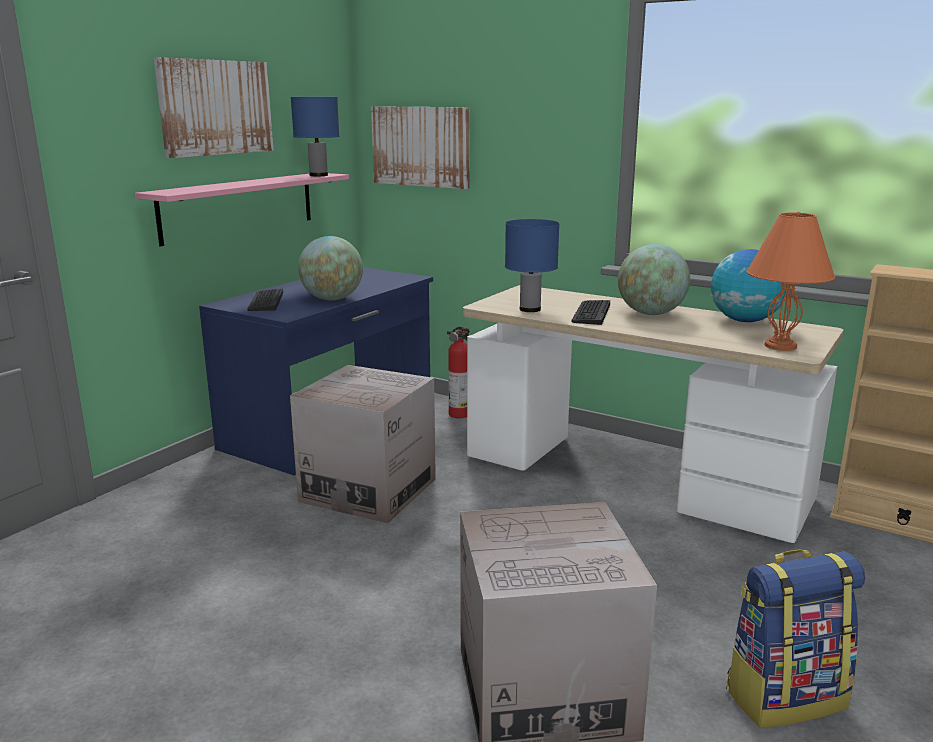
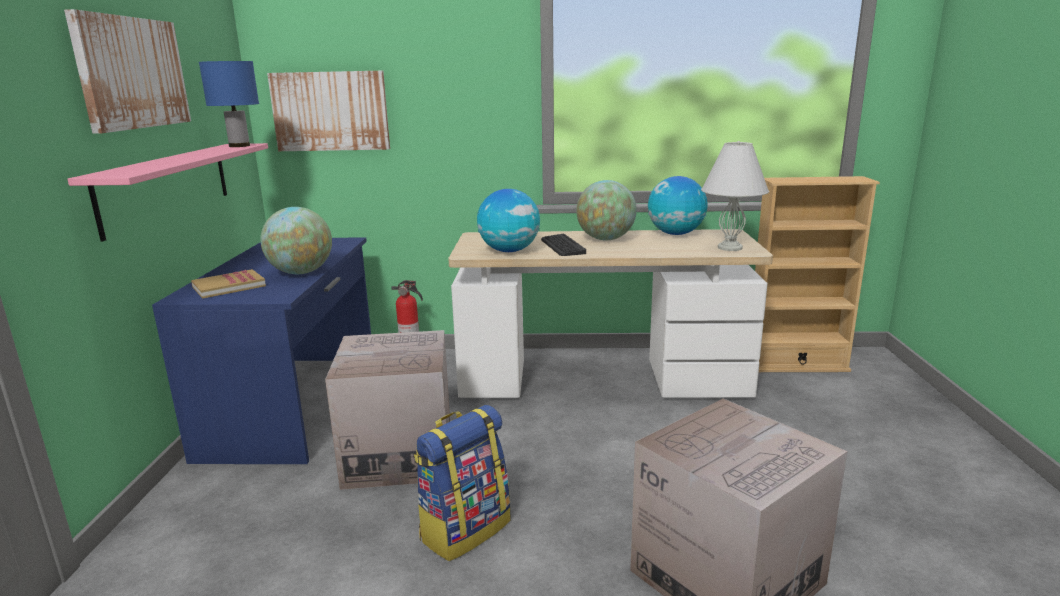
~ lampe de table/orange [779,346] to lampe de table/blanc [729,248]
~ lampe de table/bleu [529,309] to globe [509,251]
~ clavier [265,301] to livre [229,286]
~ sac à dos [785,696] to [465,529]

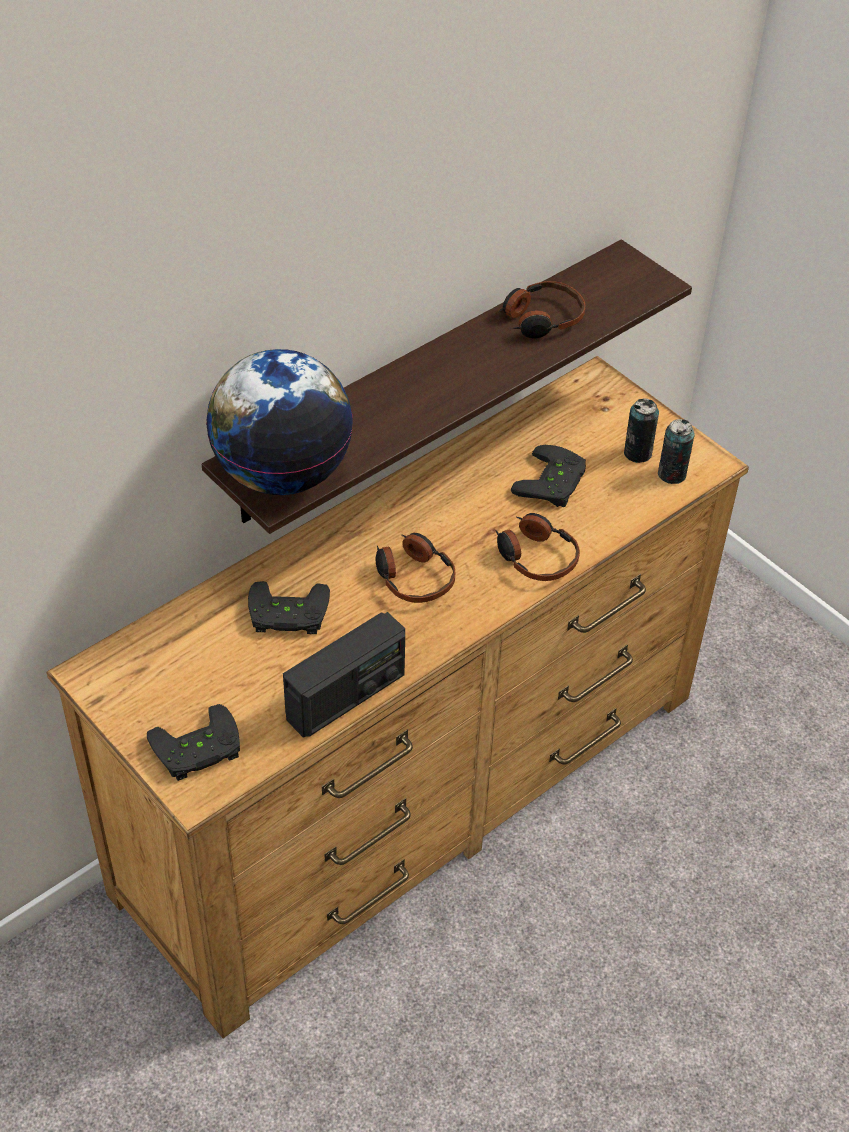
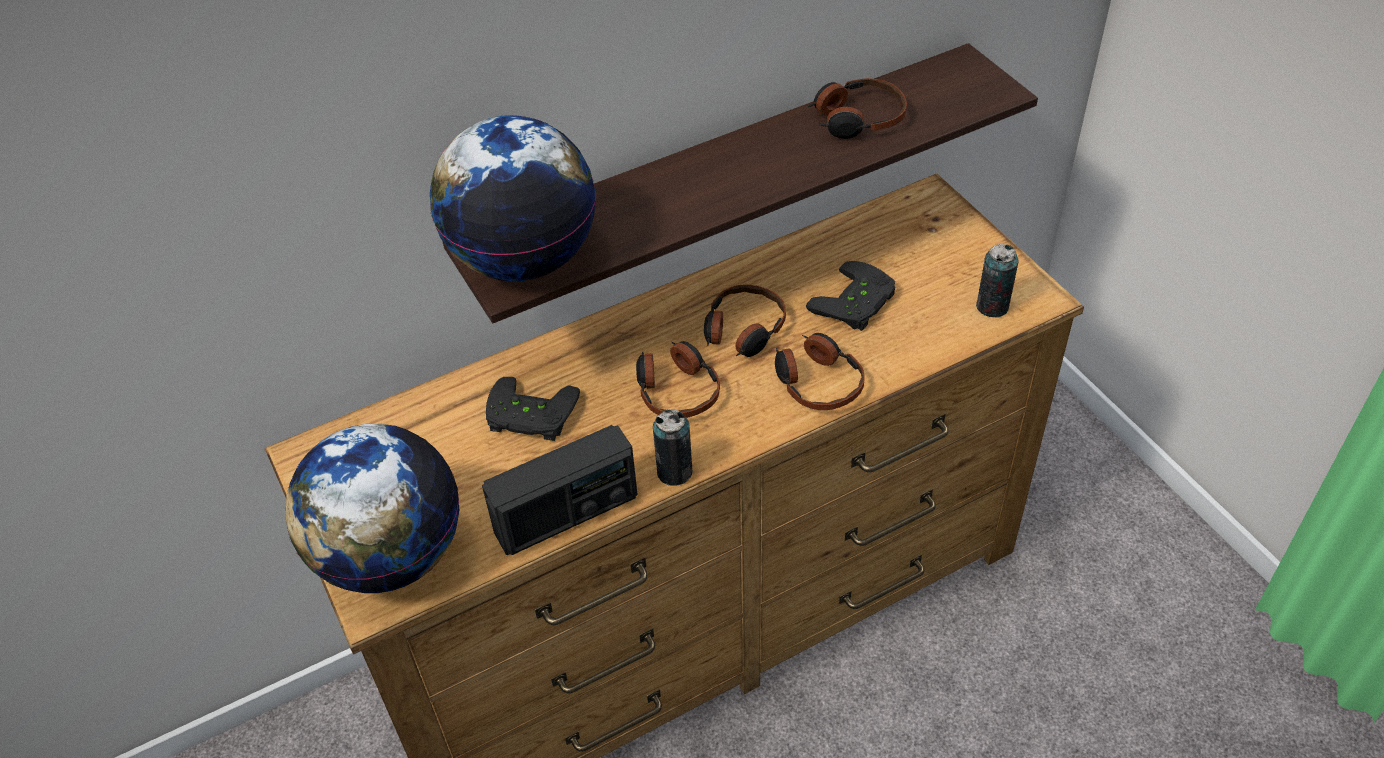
~ boîte métallique [637,453] to [674,472]
~ manette/noir [198,751] to globe [390,556]
+ casque audio [743,330]

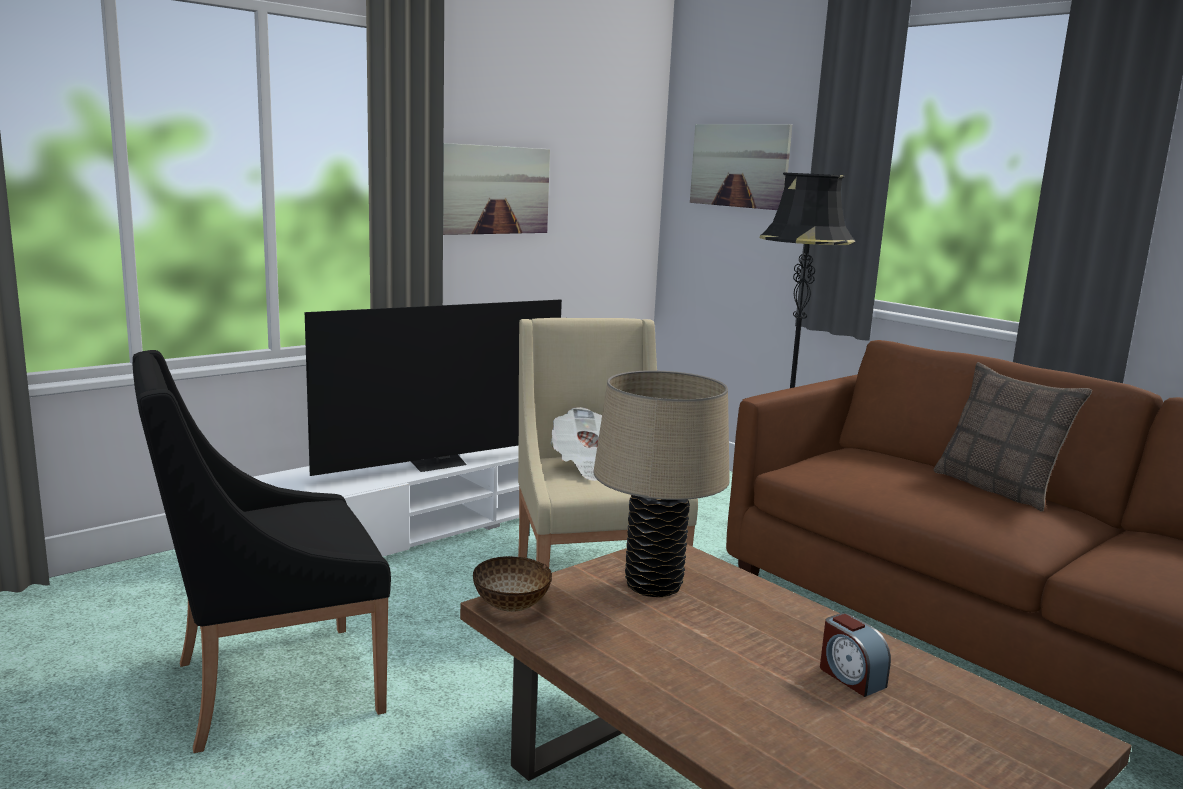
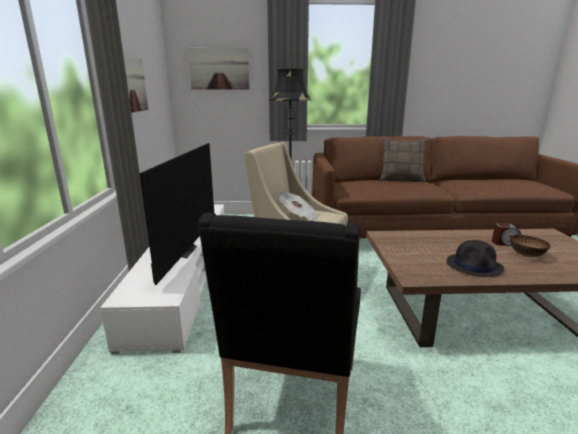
- lampe de table/beige [653,585]
~ bol [511,607] to [527,255]
+ chapeau/noir [474,266]

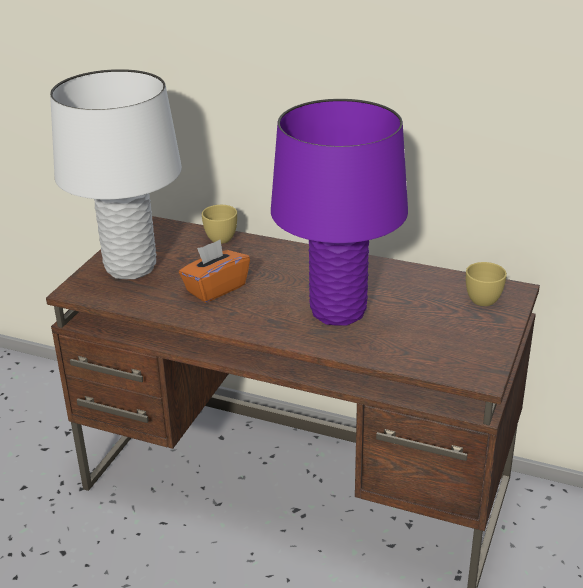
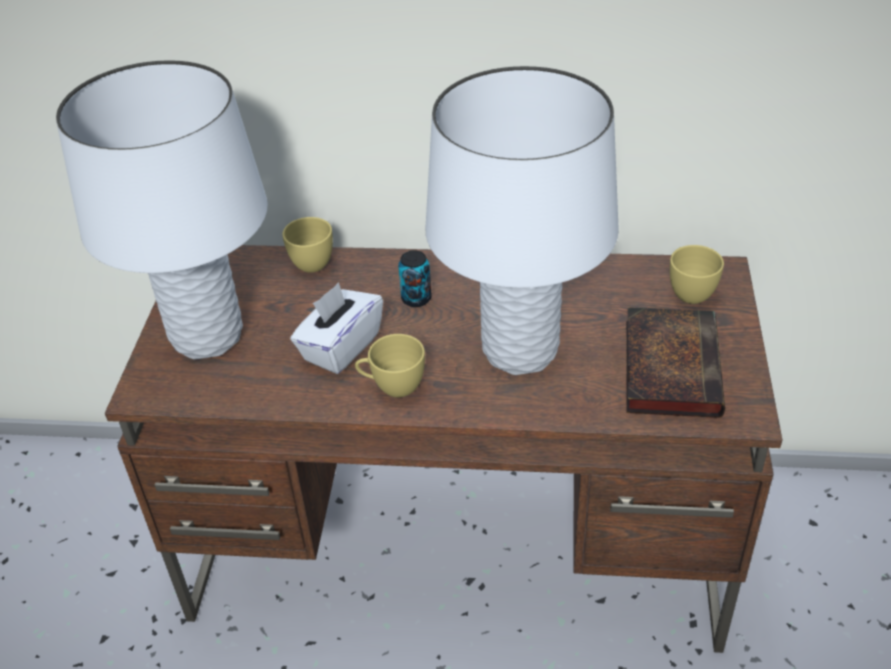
~ lampe de table/violet [337,312] to lampe de table/blanc [519,351]
~ boîte à mouchoirs/orange [215,288] to boîte à mouchoirs/blanc [340,347]
+ boîte métallique [416,299]
+ livre [669,365]
+ tasse/jaune [392,386]

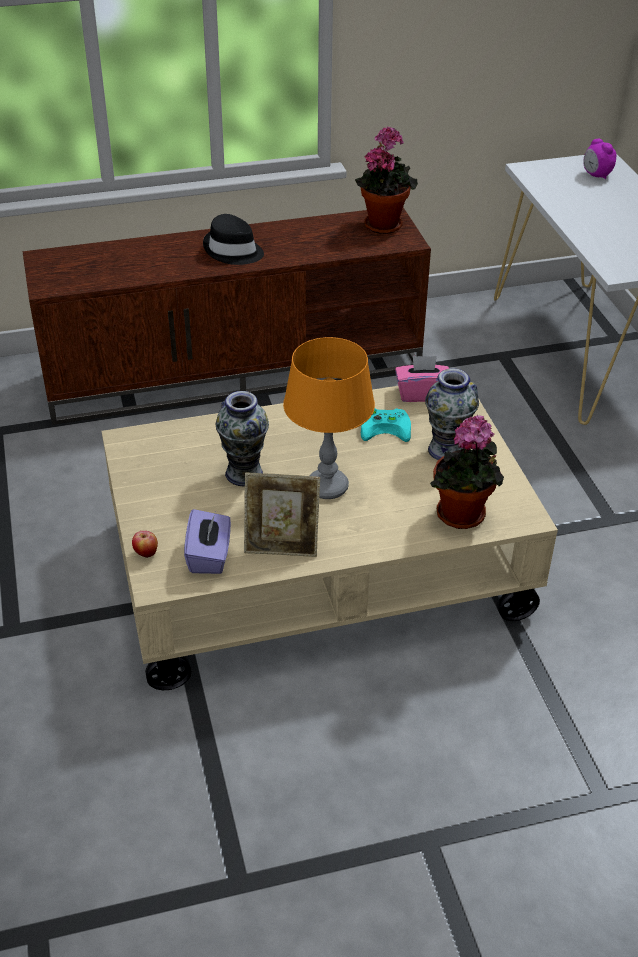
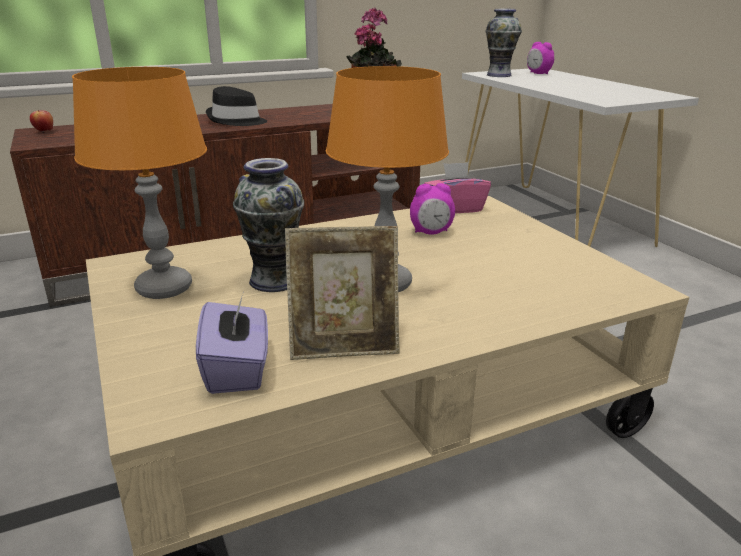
~ vase [446,449] to [498,75]
~ manette/turquoise [387,427] to réveil [431,233]
- plante en pot [462,517]
~ pomme [146,553] to [44,132]
+ lampe de table/orange [165,288]

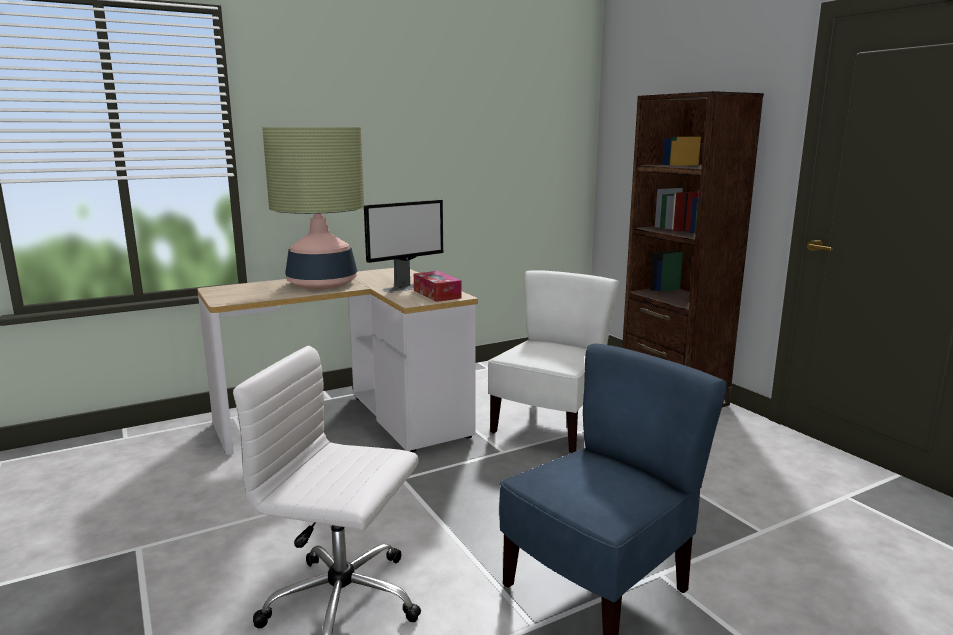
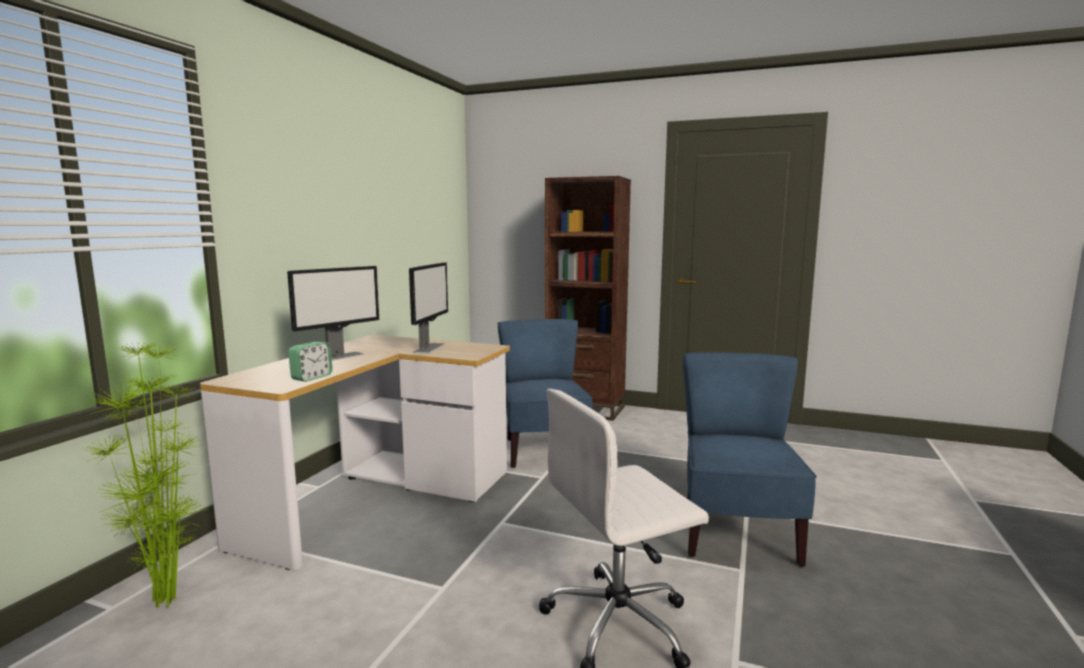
~ lampe de table [322,283] to écran d'ordinateur [339,357]
~ chaise/blanc [549,426] to chaise/bleu [544,450]
- boîte à mouchoirs [437,294]
+ plante en pot [170,600]
+ réveil [312,377]

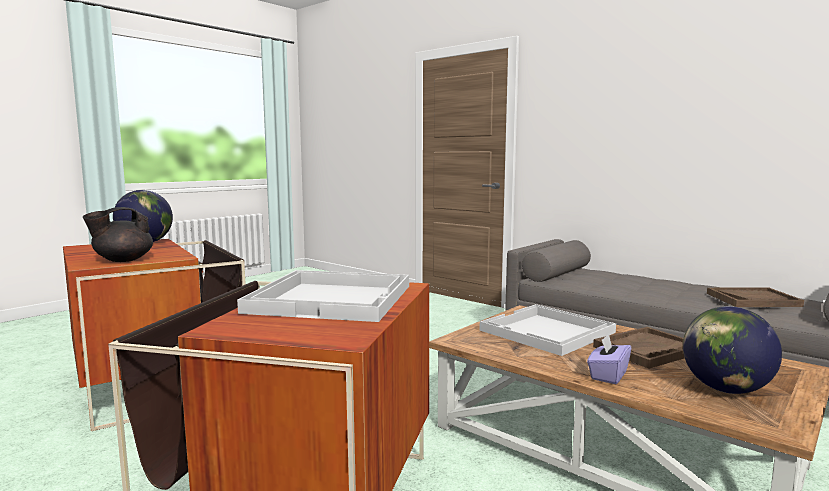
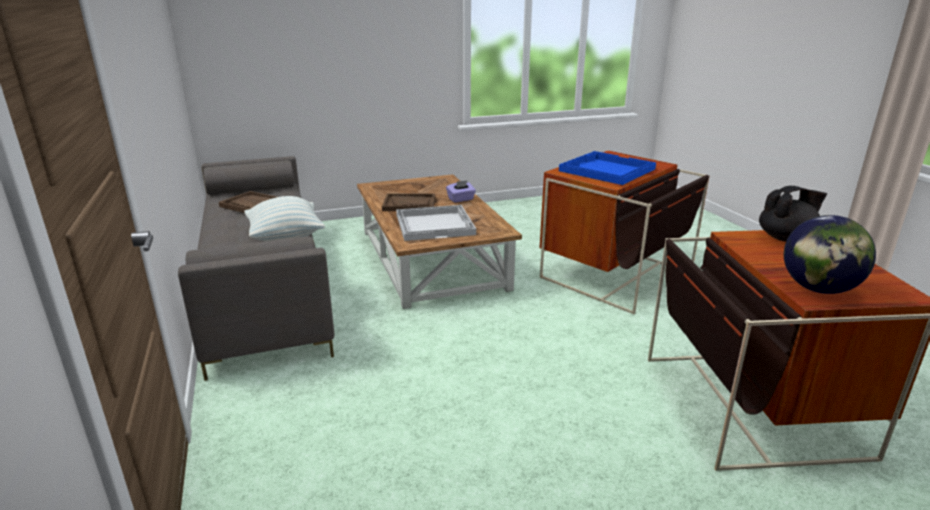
~ plateau/blanc [333,298] to plateau/bleu [606,170]
- globe [726,389]
+ coussin [286,237]

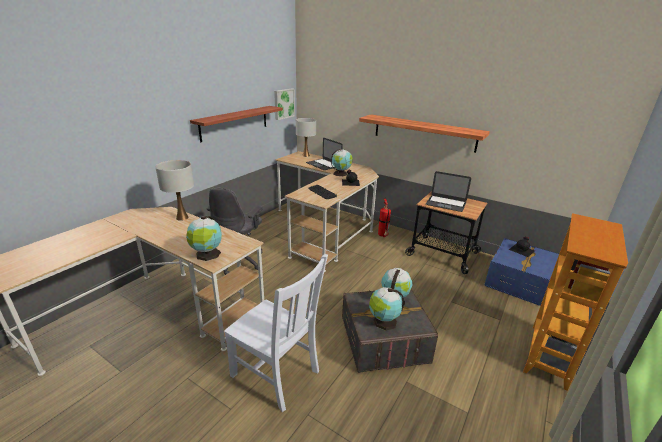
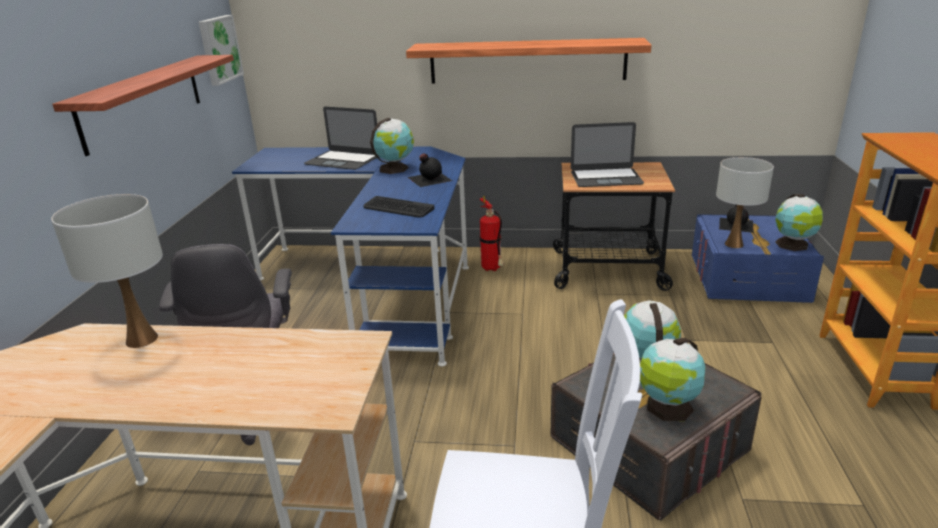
~ lampe de table/blanc [306,155] to [734,244]
~ bureau/beige [326,228] to bureau/bleu [380,285]
~ globe [207,255] to [793,245]

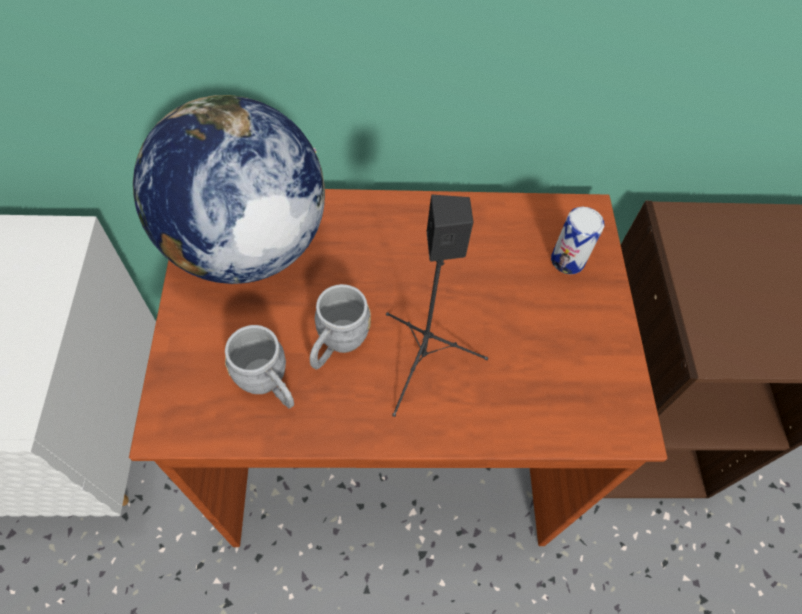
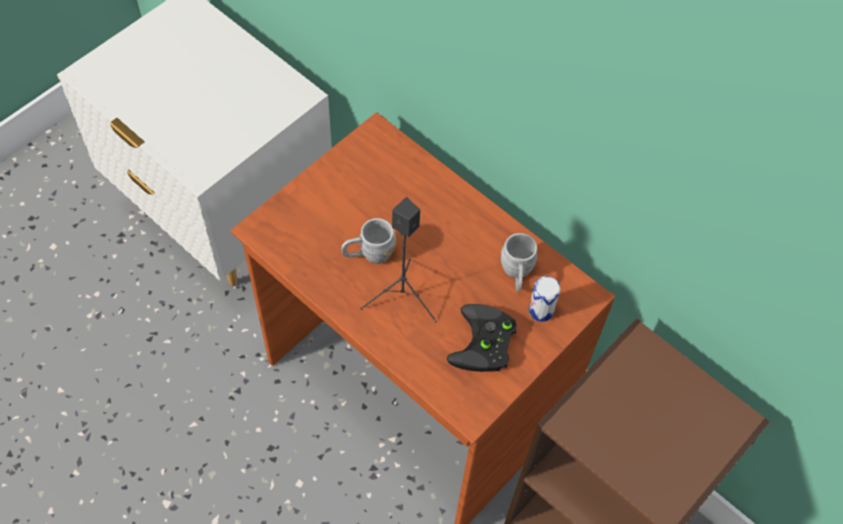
- globe [245,245]
~ mug/gris [268,384] to [516,274]
+ manette/noir [484,344]

